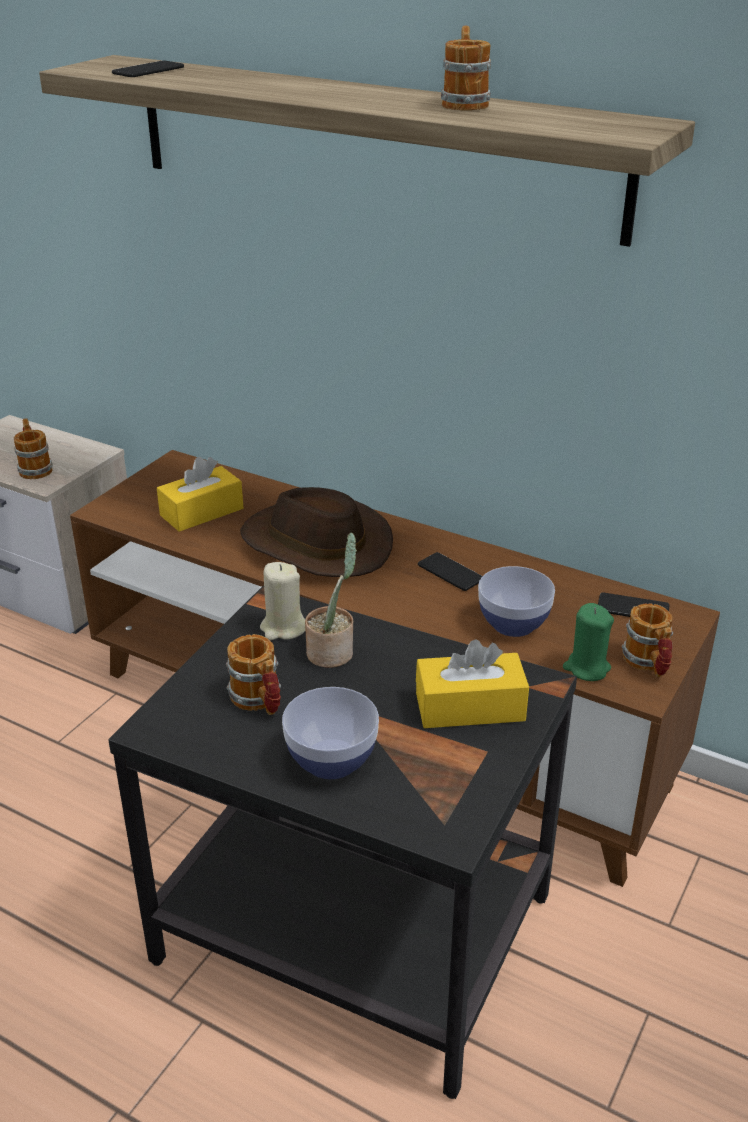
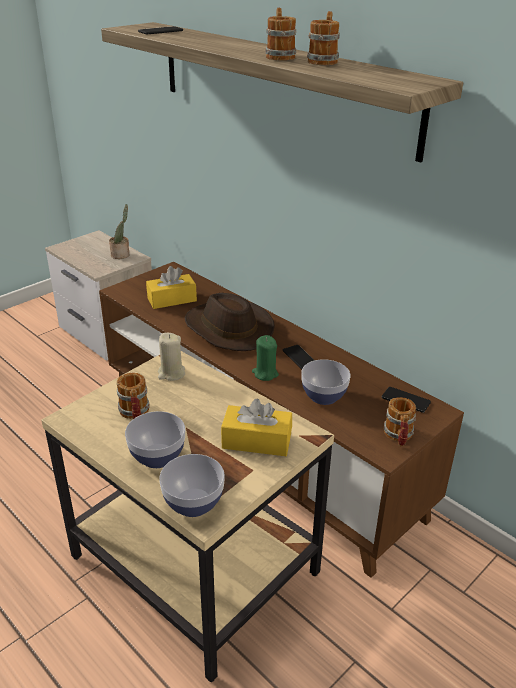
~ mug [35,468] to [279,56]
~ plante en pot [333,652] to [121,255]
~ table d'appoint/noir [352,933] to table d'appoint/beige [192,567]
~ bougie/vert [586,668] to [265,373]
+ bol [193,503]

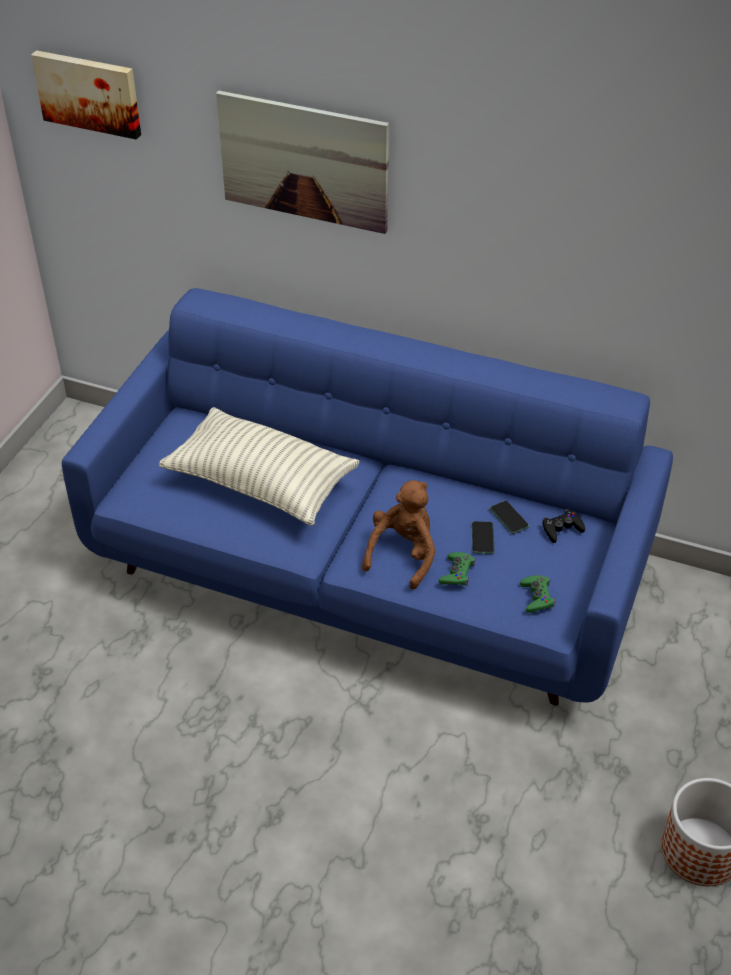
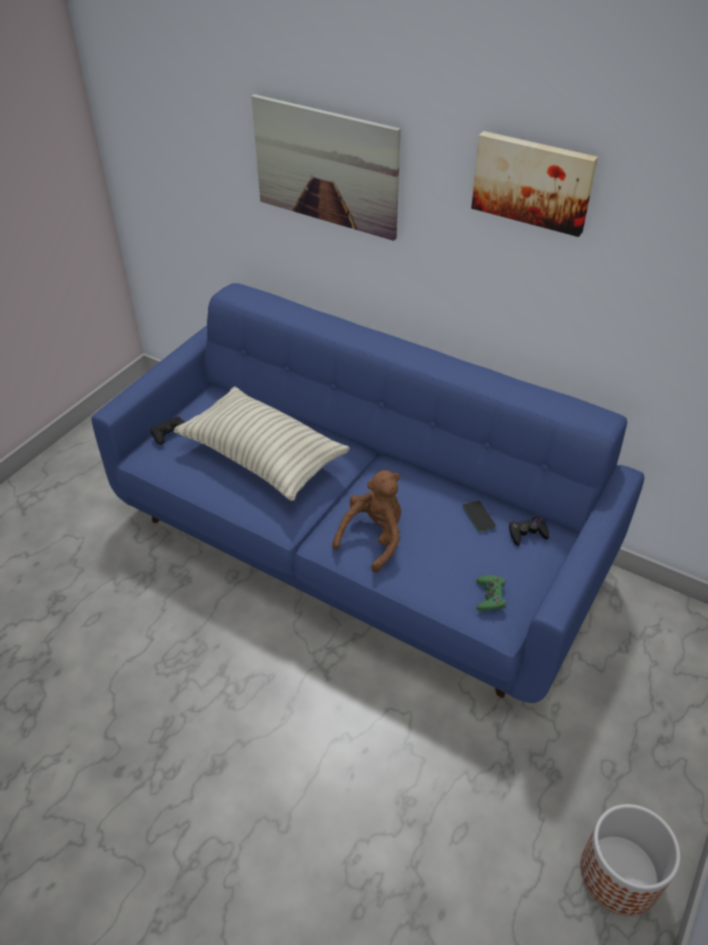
~ tableau [89,92] to [533,181]
- téléphone [482,538]
- manette/vert [457,573]
+ manette/noir [169,433]

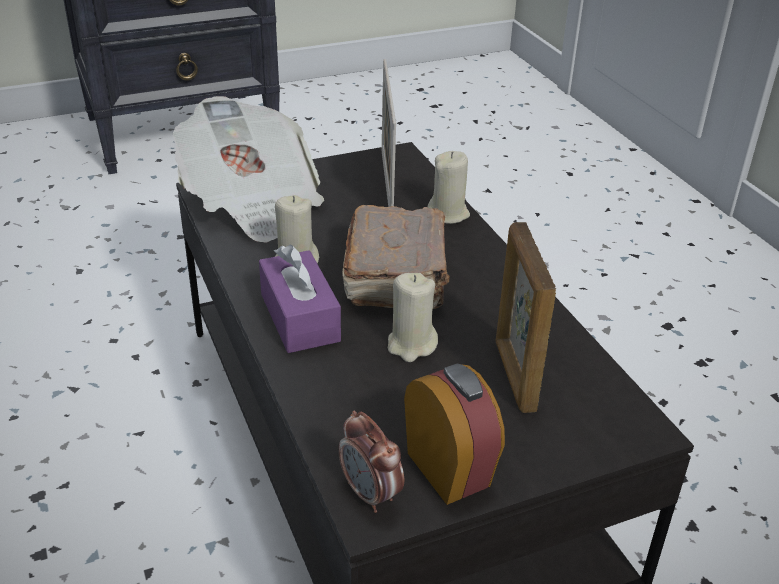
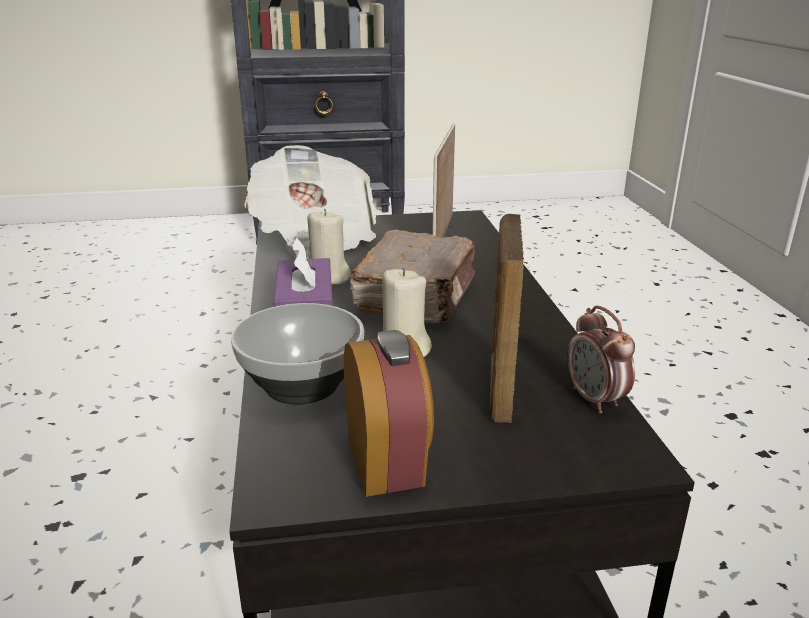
- bougie/beige [448,214]
~ réveil [370,494] to [595,400]
+ bol [304,386]

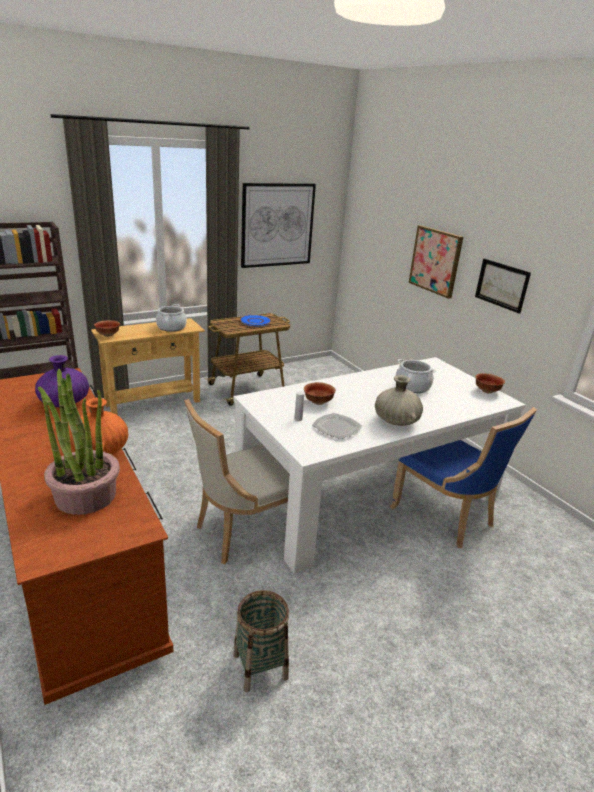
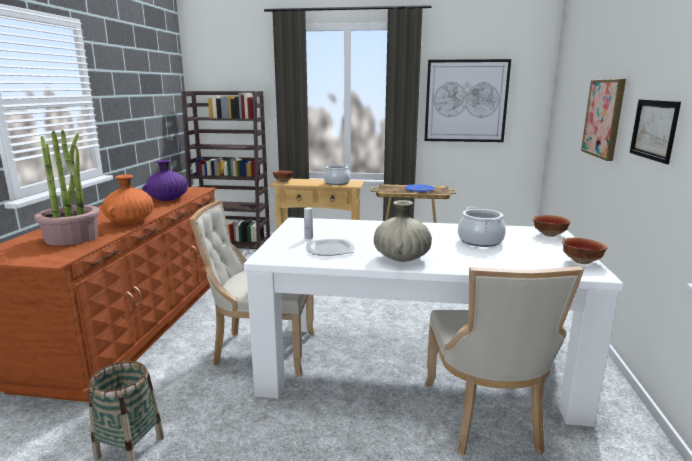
~ bol [318,402] to [549,235]
~ chaise/bleu [446,517] to chaise/beige [485,419]

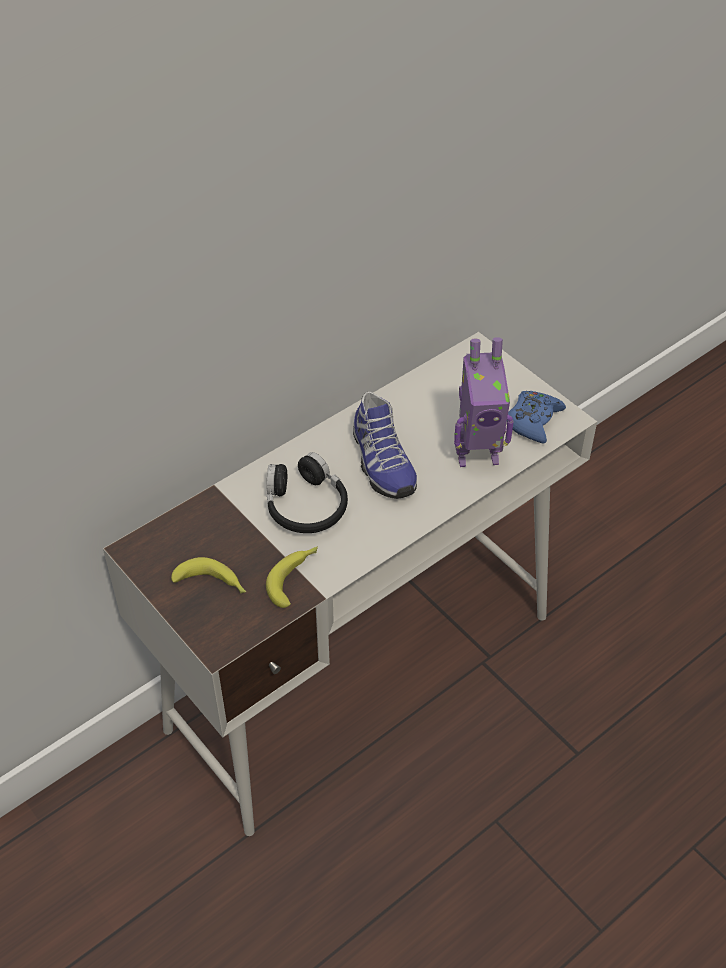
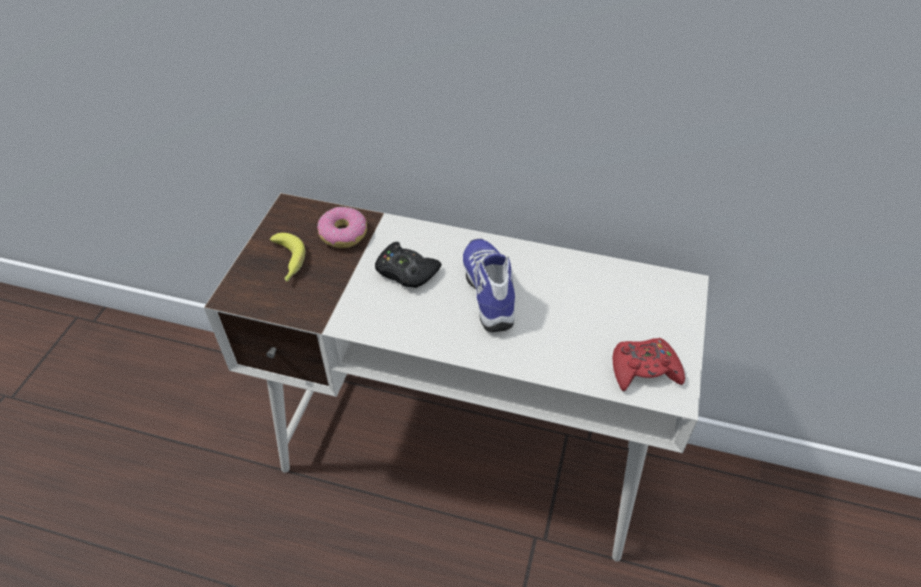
- robot jouet [477,454]
~ manette/bleu [533,421] to manette/rouge [644,369]
~ chaussure [380,463] = [491,292] 135 degrees clockwise
~ casque audio/noir [305,505] to manette/noir [406,271]
- banane [294,578]
+ beignet [343,234]

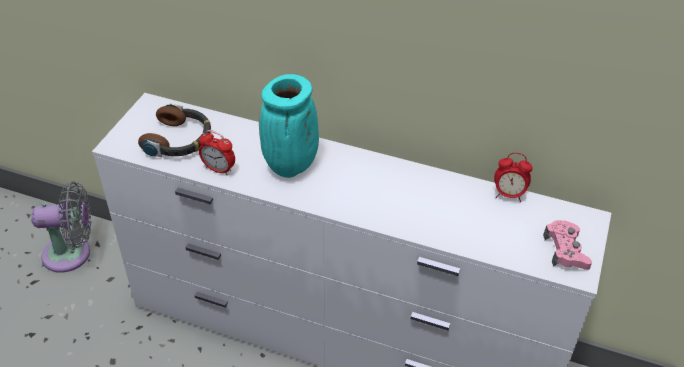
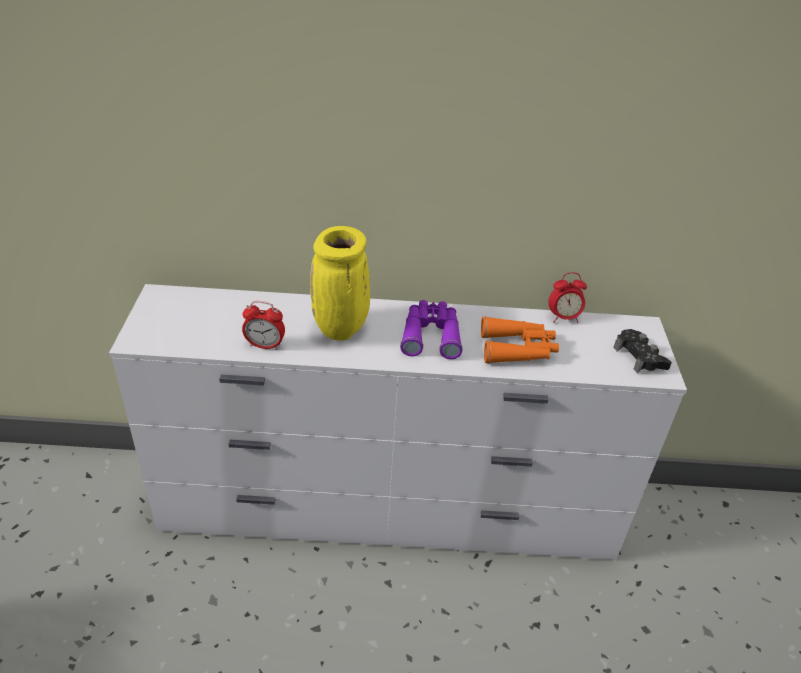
~ vase/turquoise [291,167] to vase/jaune [341,330]
- casque audio [179,140]
- ventilateur/gris [72,254]
~ manette/rose [565,250] to manette/noir [640,357]
+ jumelles/violet [431,335]
+ jumelles/orange [518,349]

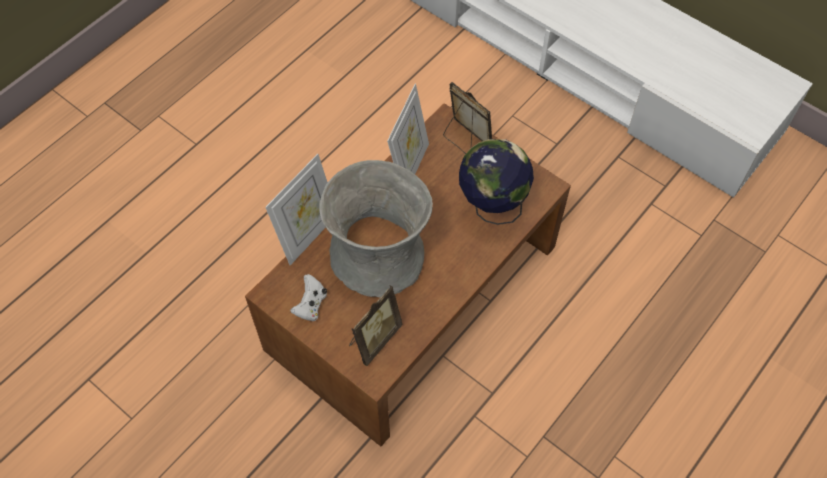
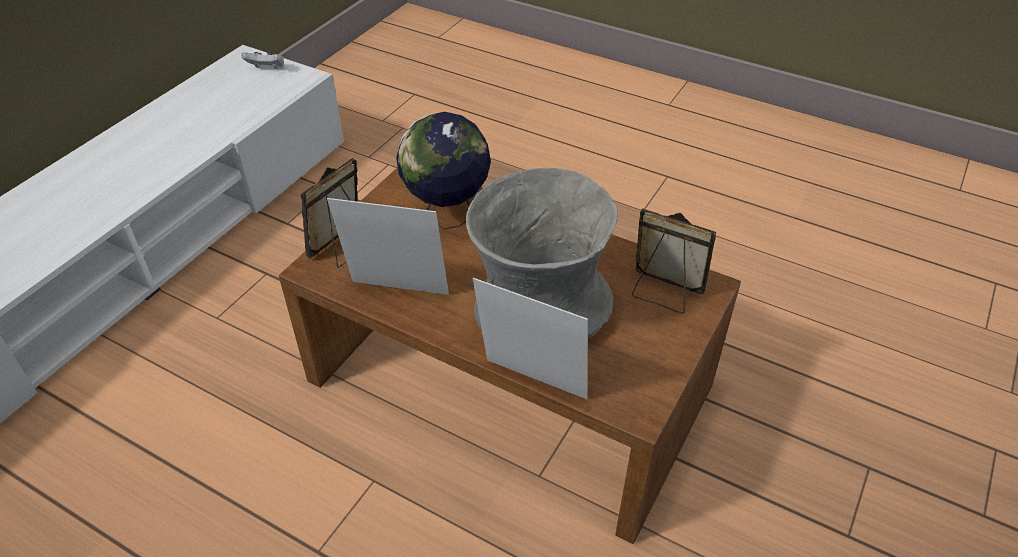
~ manette/blanc [311,305] to [267,69]

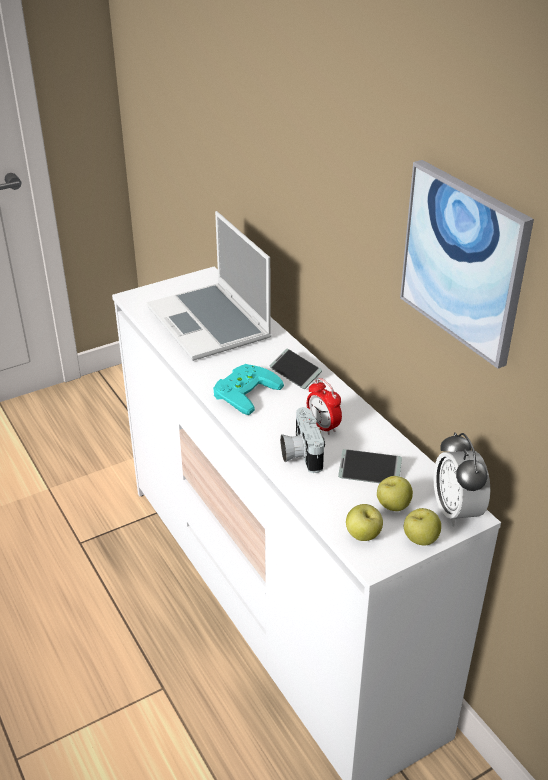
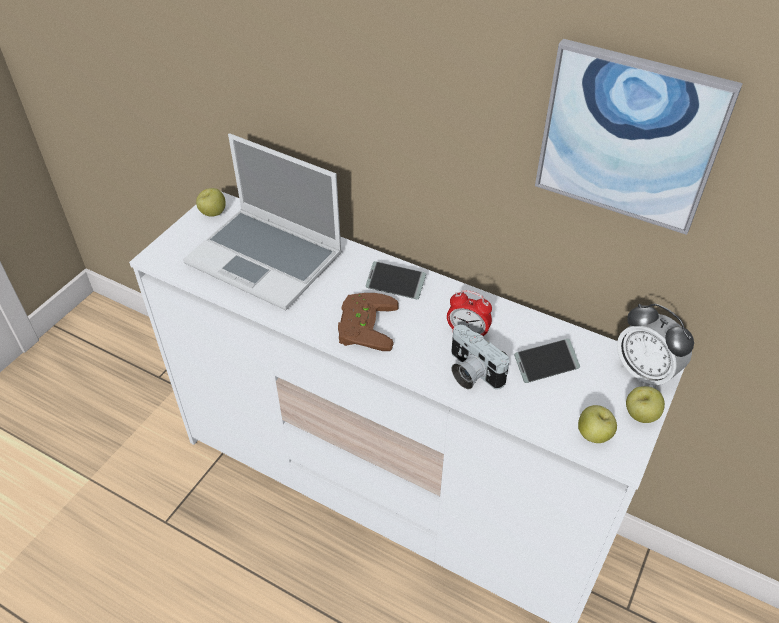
~ manette/turquoise [243,391] to manette/marron [363,325]
~ pomme [393,506] to [213,213]

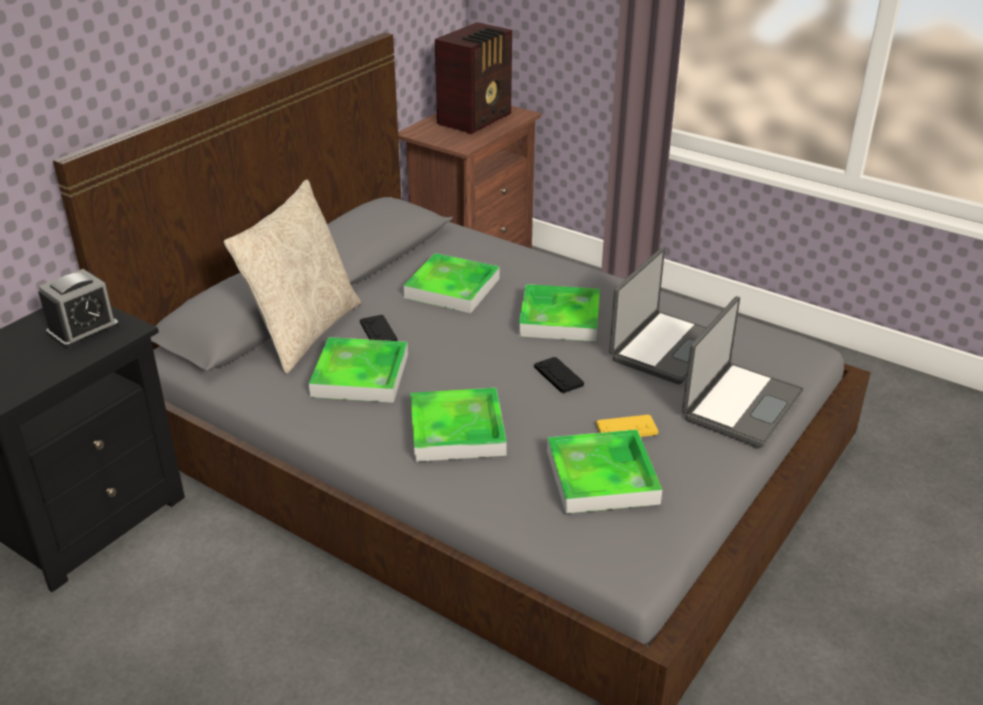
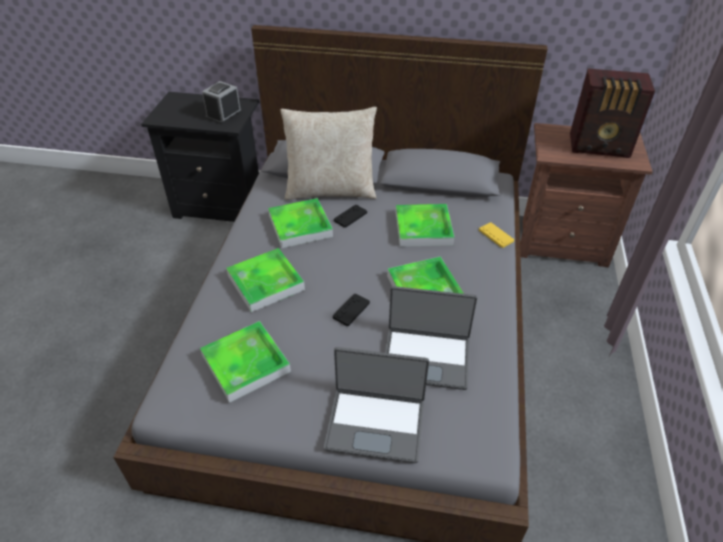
~ réveil [83,329] = [224,115] 105 degrees clockwise
~ manette/jaune [626,429] to [496,235]

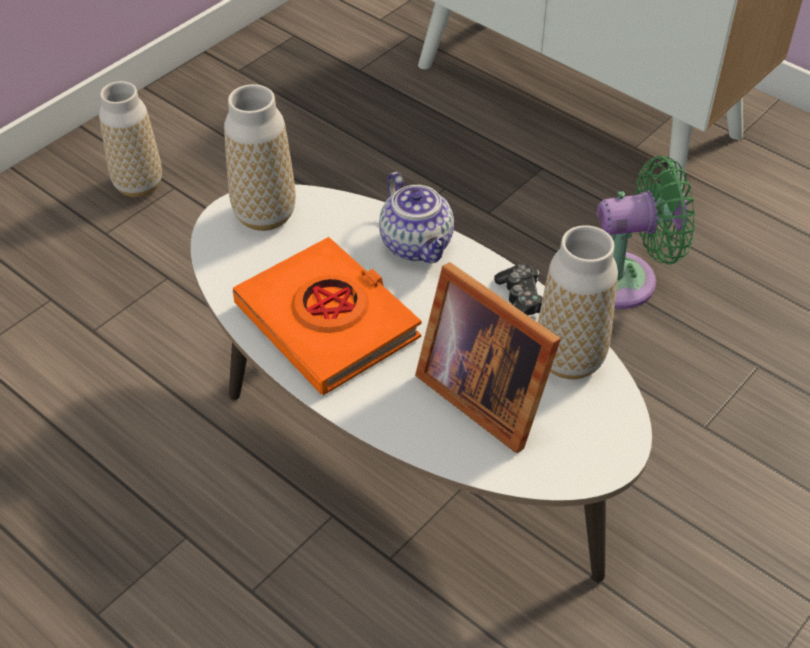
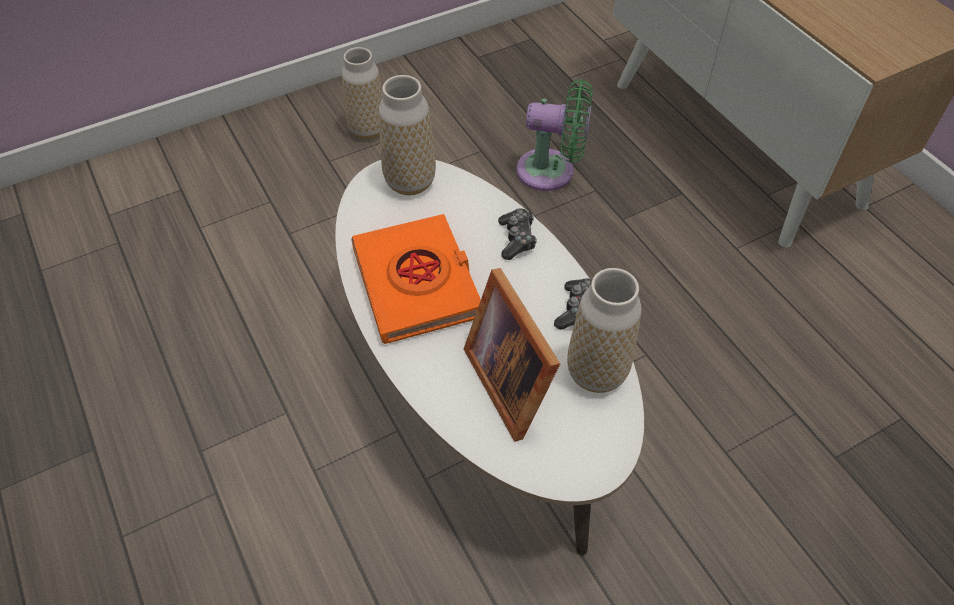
~ ventilateur/vert [626,280] to [552,171]
~ théière [418,245] to manette [517,239]

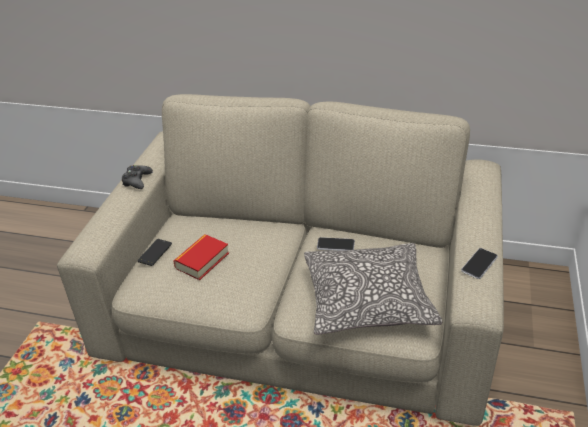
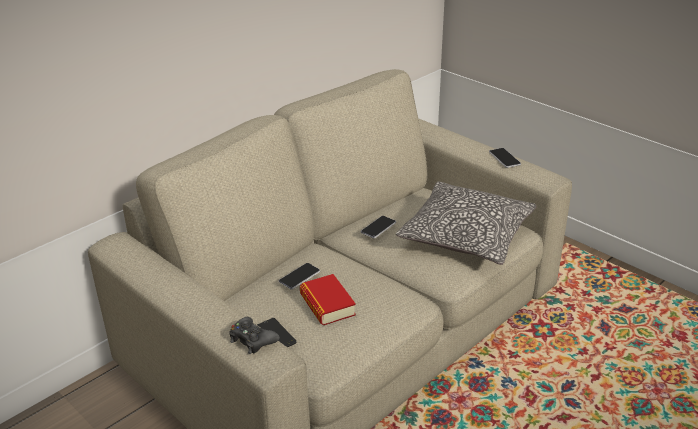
~ manette/noir [137,181] to [252,340]
+ téléphone [299,277]

